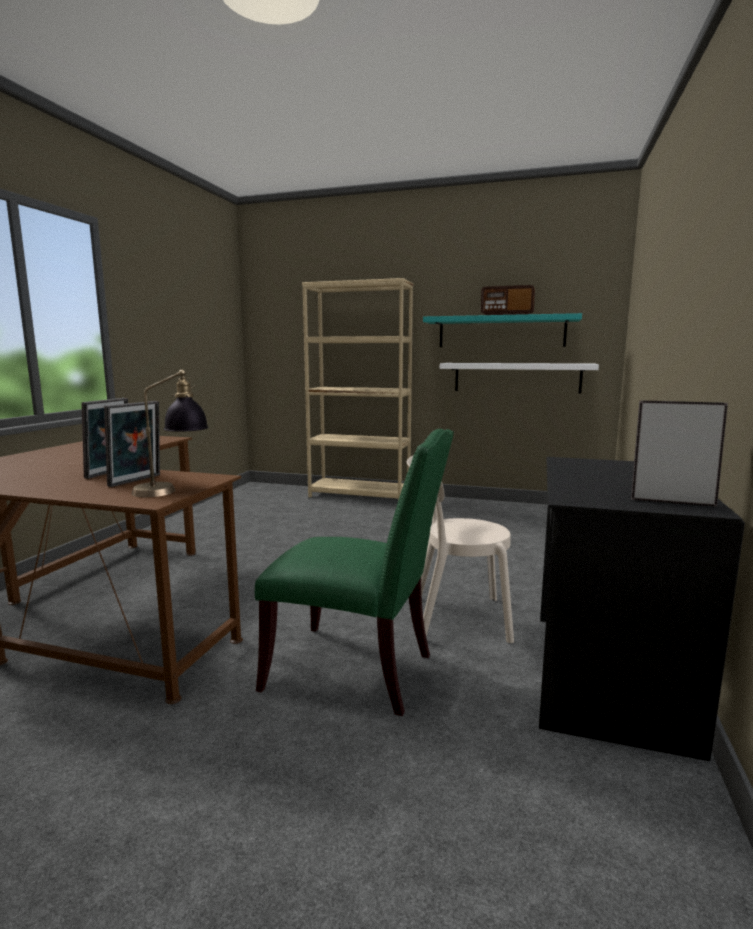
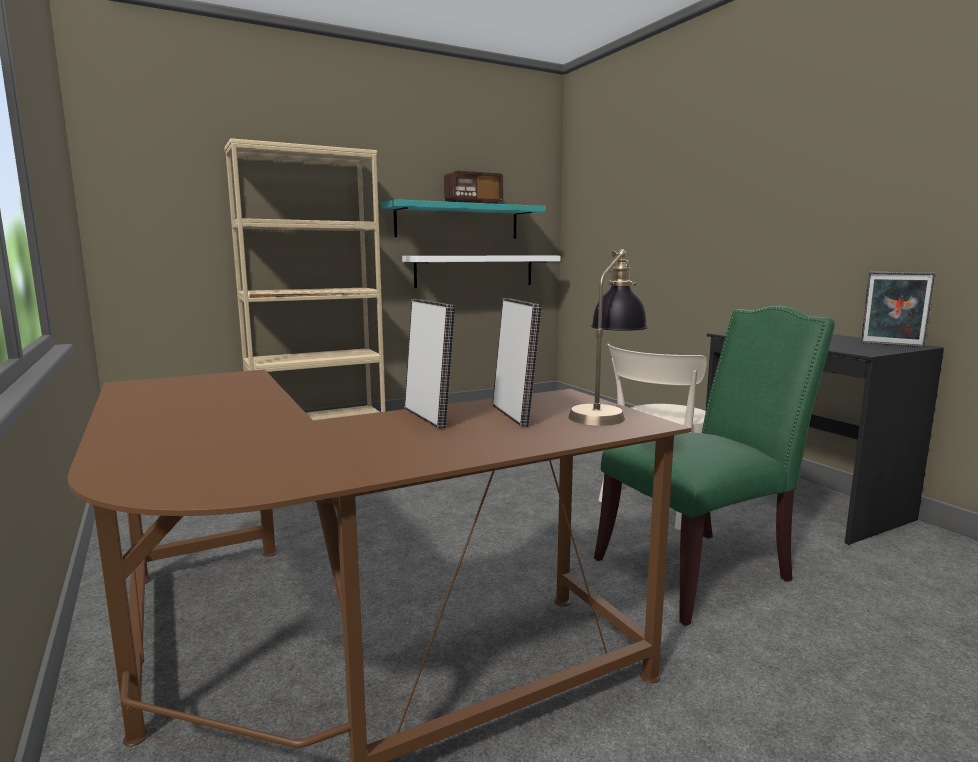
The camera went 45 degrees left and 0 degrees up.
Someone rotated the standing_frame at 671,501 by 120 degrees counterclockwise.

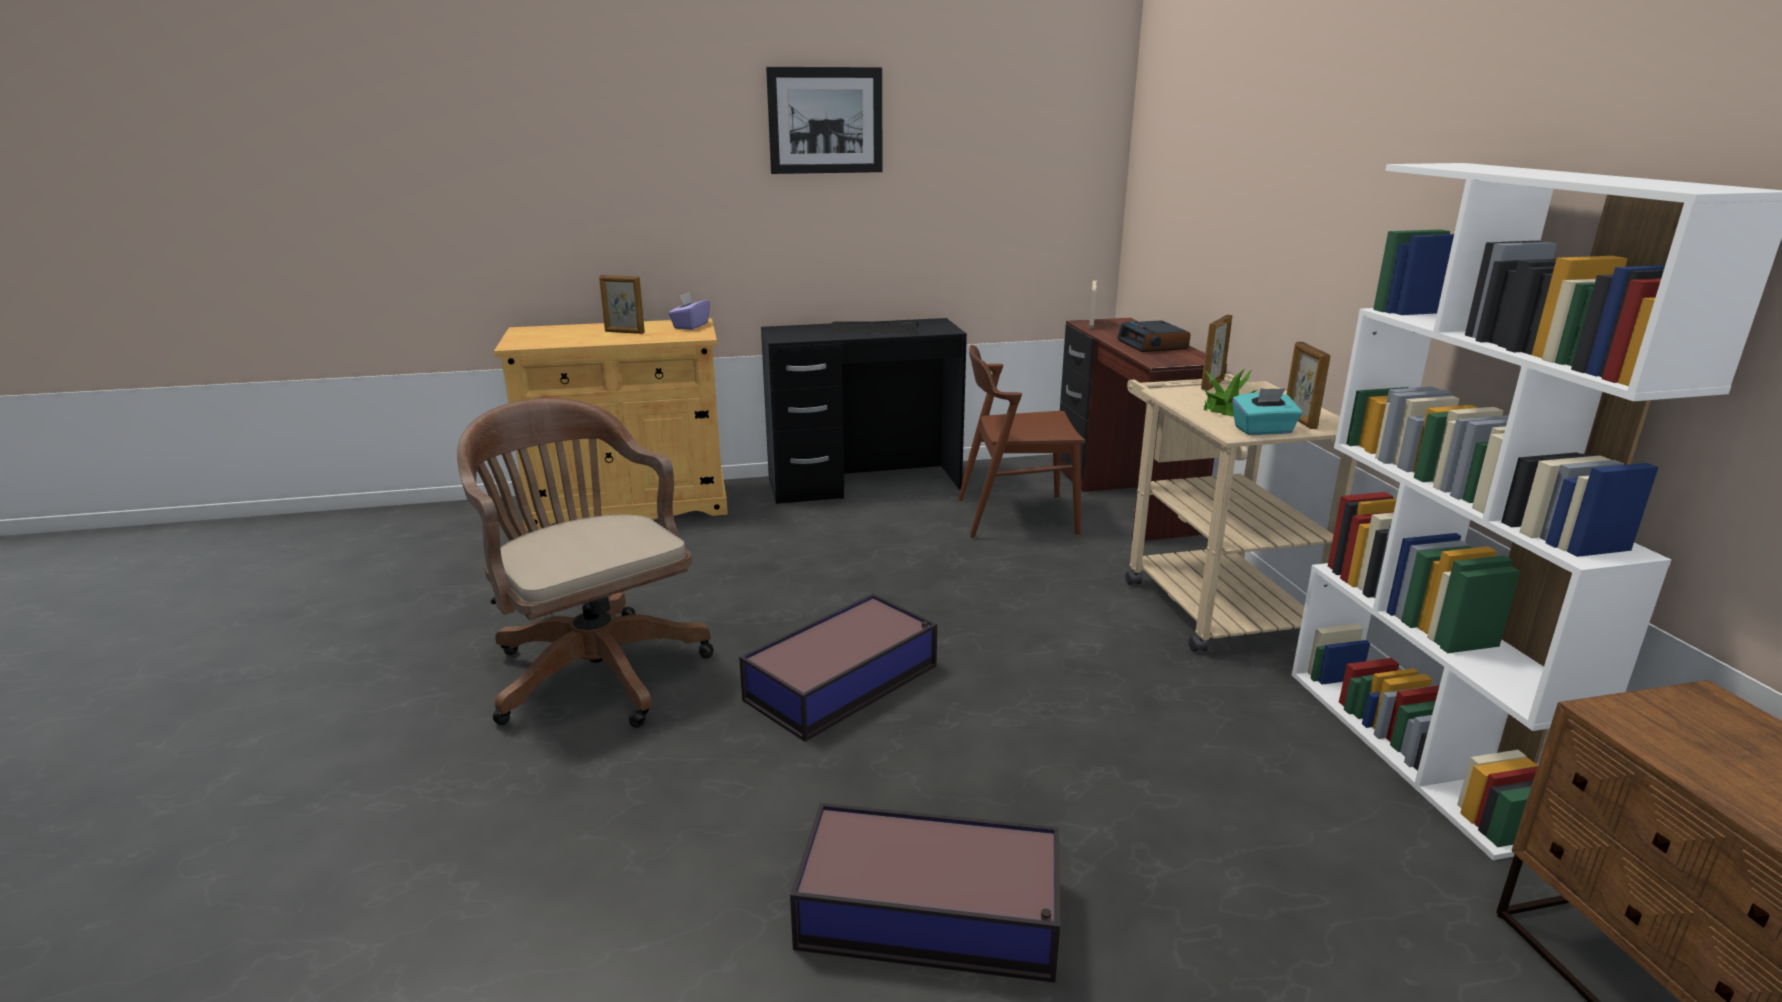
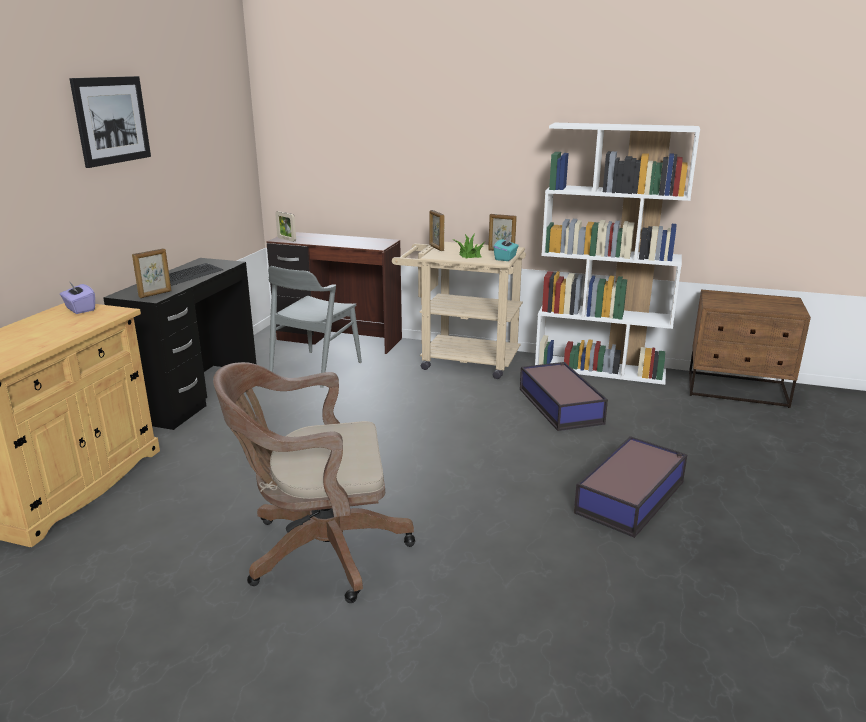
The camera went 60 degrees left and 0 degrees up.
Someone carried the standing_frame from 624,332 to 155,294.
Someone took away the alarm_clock at 1153,344.
Someone repainted the brown_upright_chair at 1015,516, which became the greyish_upright_chair at 315,369.
Someone carried the storage_box from 844,682 to 560,405.

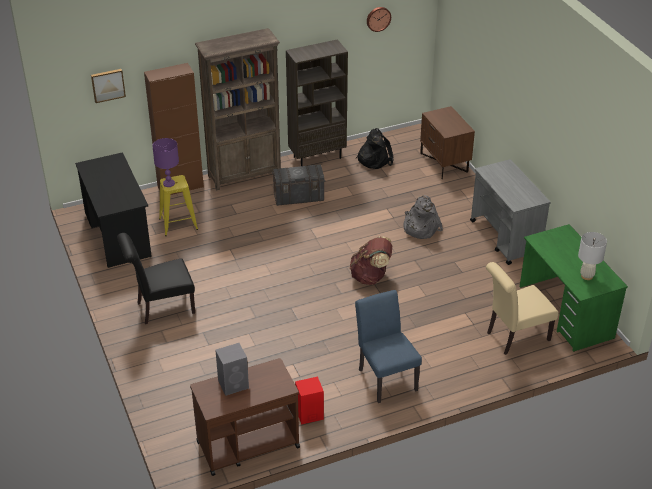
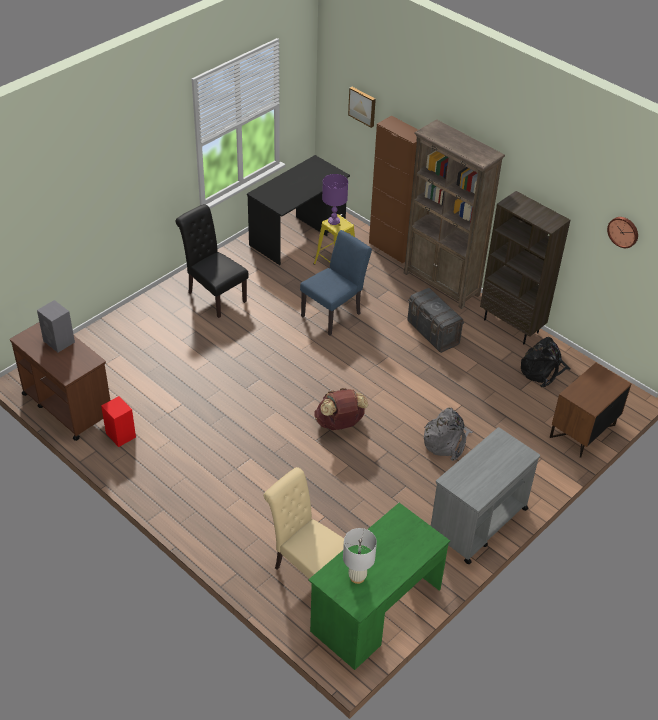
The camera went 65 degrees right and 5 degrees up.
Someone carried the bluish_upright_chair from 385,376 to 334,313.

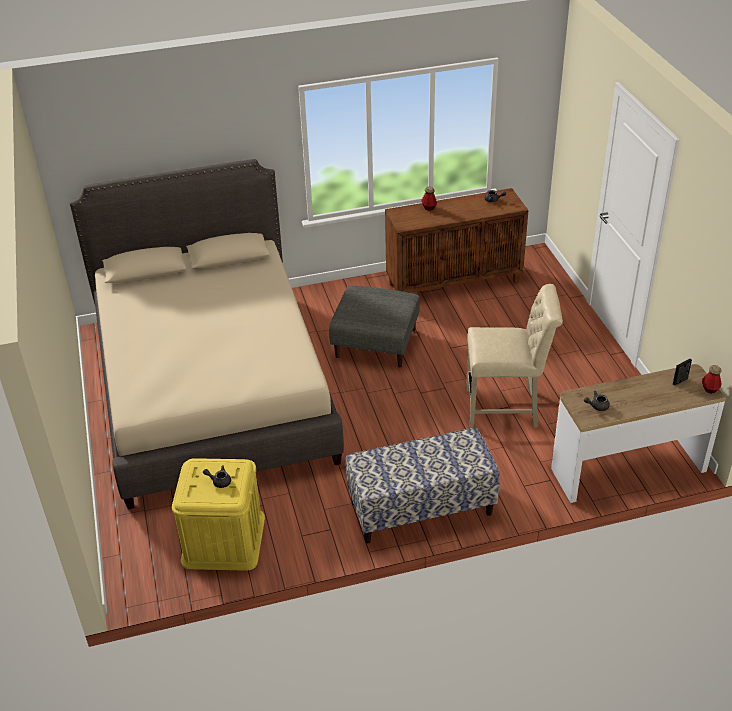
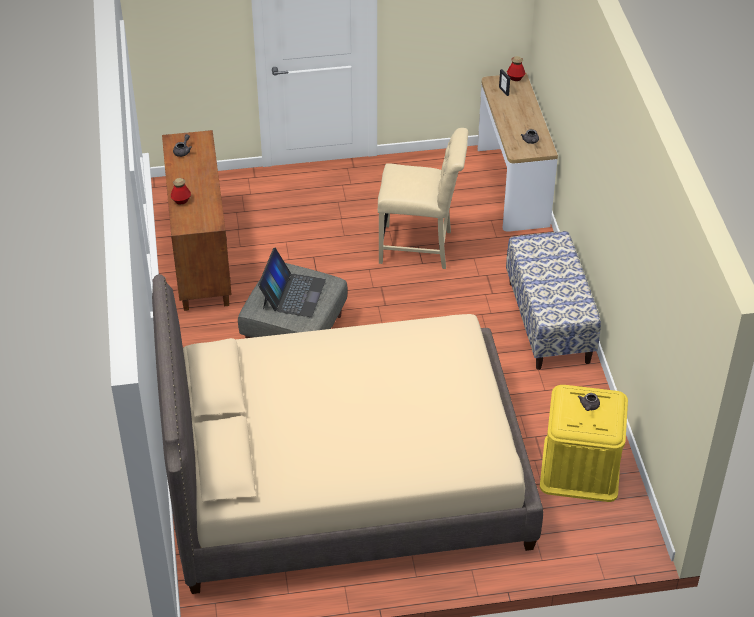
The camera went 85 degrees left and 5 degrees up.
Someone rotated the sand-coloured_upright_chair at 506,408 by 90 degrees clockwise.
Someone put down the notebook_computer at 293,294.

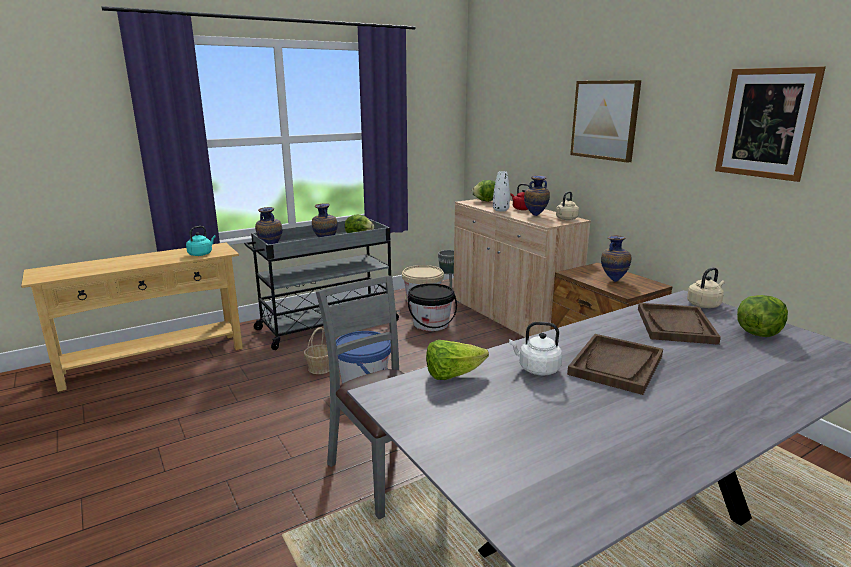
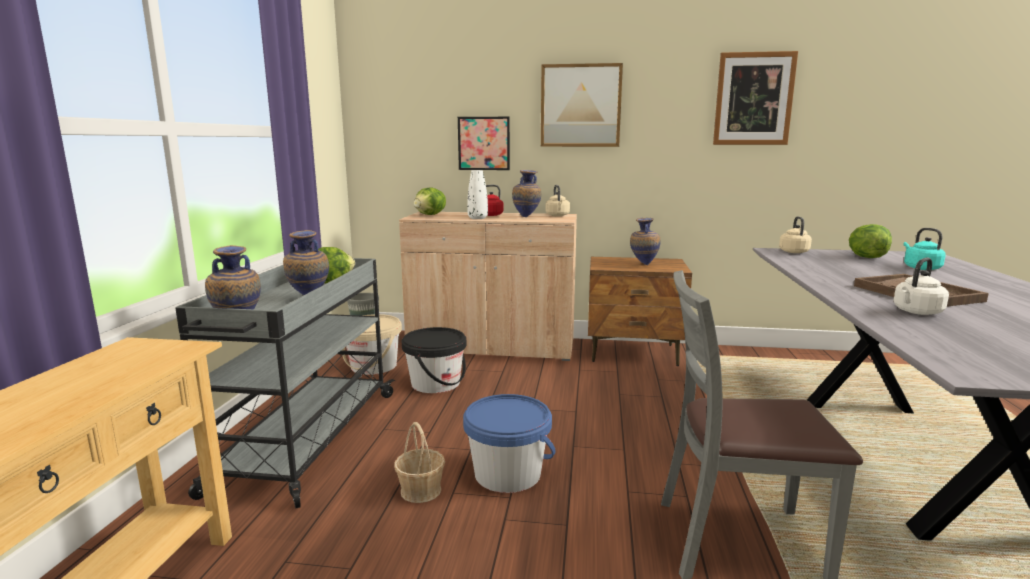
The camera went 50 degrees left and 5 degrees down.
Someone carried the turquoise_kettle from 201,254 to 920,268.
Someone took away the brown_serving_tray at 675,325.
Someone took away the lettuce at 452,375.
Someone put up the picture at 484,143.

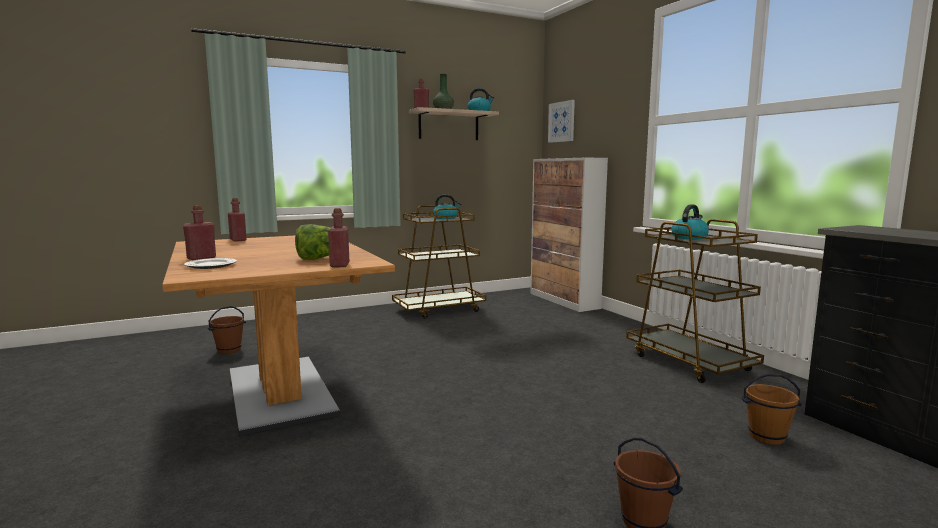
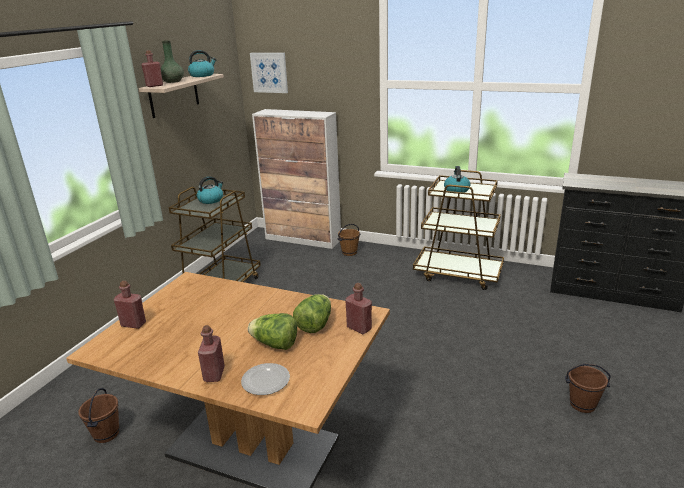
The camera went 40 degrees left and 15 degrees up.
Someone carried the brown_bucket from 766,436 to 349,252.
Someone put down the lettuce at 275,344.

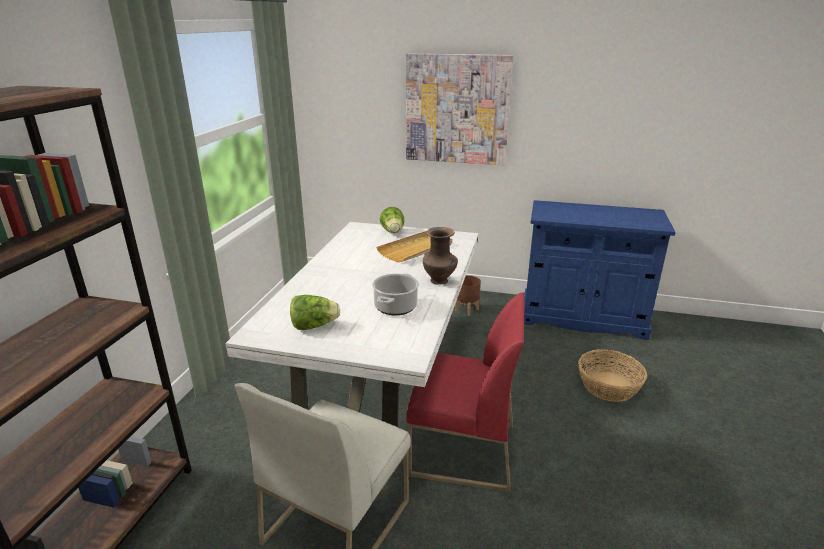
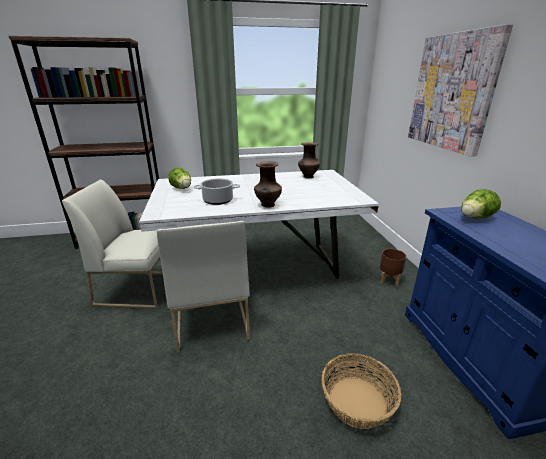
The camera went 65 degrees right and 0 degrees up.
Someone carried the lettuce from 393,232 to 475,218.
Someone took away the sand-coloured_serving_tray at 416,249.
Someone repainted the red_upright_chair at 462,450, which became the whitish_upright_chair at 211,319.
Someone put down the brown_decorative_vase at 308,177.

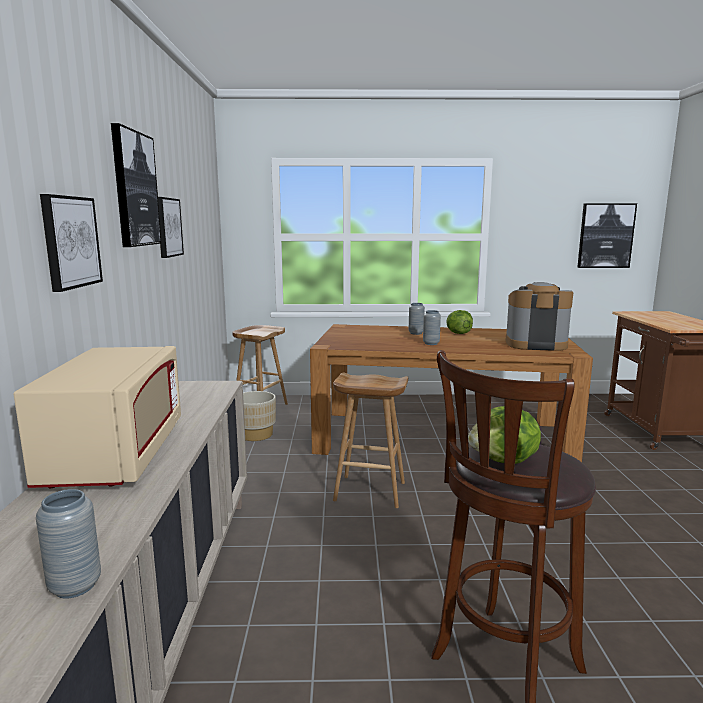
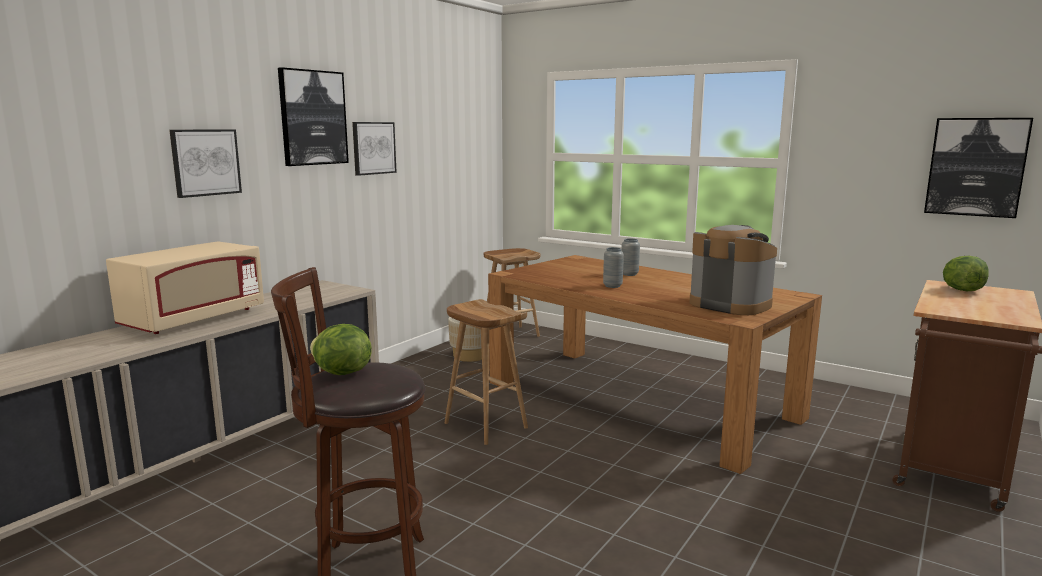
The camera went 35 degrees right and 0 degrees up.
Someone carried the lettuce from 458,333 to 961,290.
Someone took away the greyish_decorative_vase at 75,586.

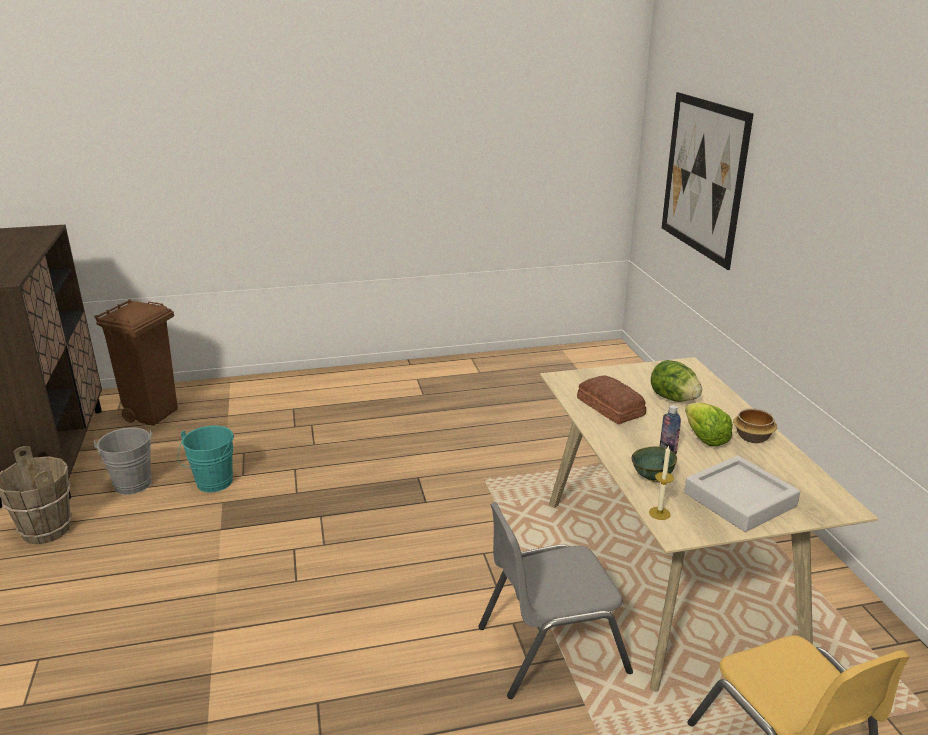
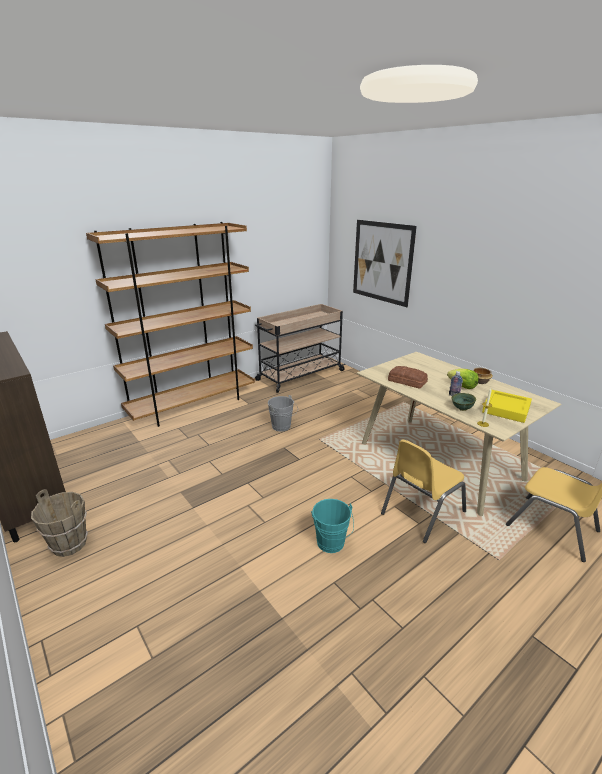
The camera went 25 degrees left and 0 degrees up.
Someone took away the brown_trash_can at 153,414.
Someone took away the lettuce at 673,398.
Someone carried the turquoise_bucket from 212,485 to 331,545.
Someone carried the greyish_bucket from 133,487 to 283,427.
Someone repainted the greyish_serving_tray at 739,499, which became the yellow-coloured_serving_tray at 506,409.
Someone repainted the greyish_upright_chair at 551,648, which became the yellow-coloured_upright_chair at 421,512.
Someone put down the brown_bookshelf at 193,405.
Someone put down the sand-coloured_cart at 299,375.

